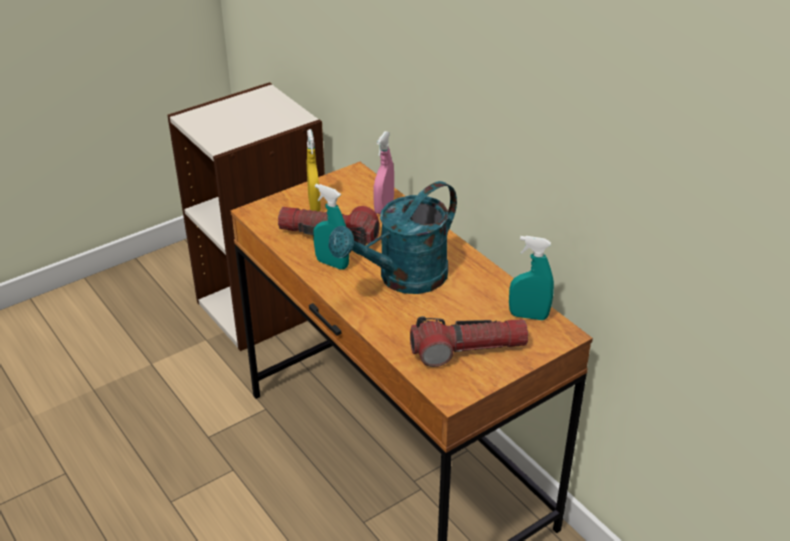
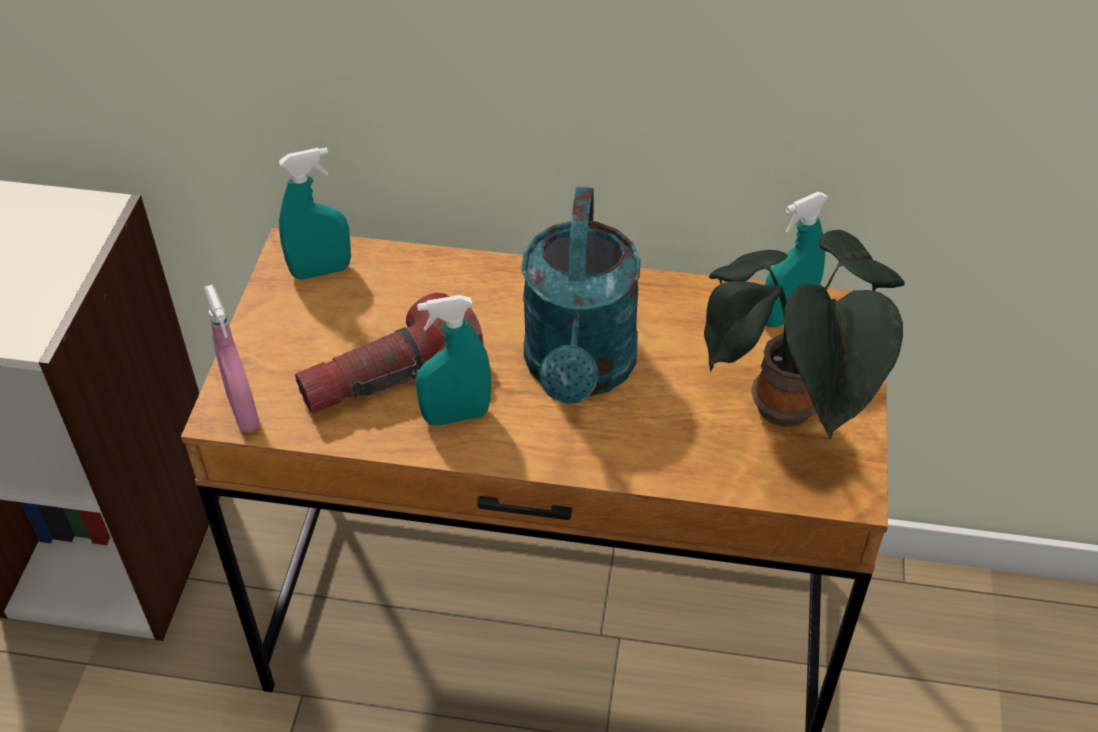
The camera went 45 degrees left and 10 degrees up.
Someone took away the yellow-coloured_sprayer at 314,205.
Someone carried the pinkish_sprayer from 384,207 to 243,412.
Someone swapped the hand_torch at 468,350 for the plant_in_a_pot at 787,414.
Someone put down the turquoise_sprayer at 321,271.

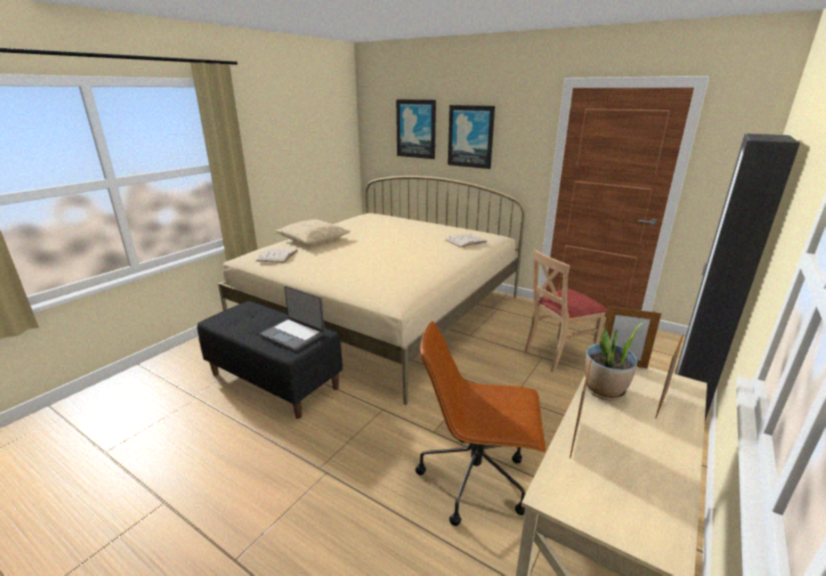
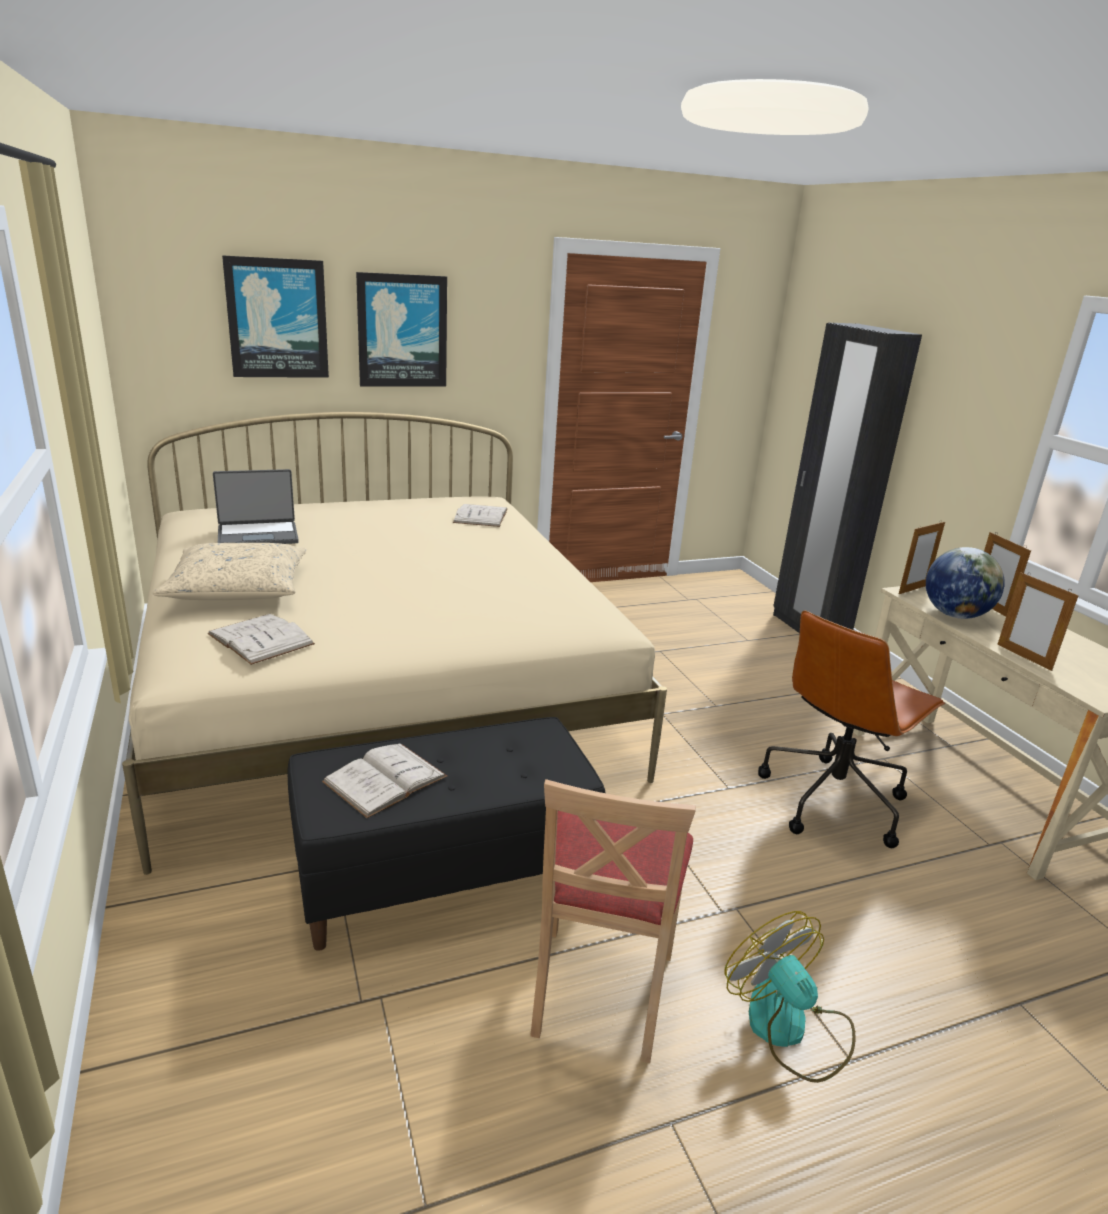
The camera went 55 degrees left and 0 degrees up.
Someone carried the sand-coloured_upright_chair from 558,355 to 599,989.
Someone carried the notebook_computer from 293,334 to 258,535.
Someone swapped the plant_in_a_pot at 604,391 for the world_globe at 955,615.
Someone put down the whitish_book at 385,779.
Someone put down the electric_fan at 789,1028.

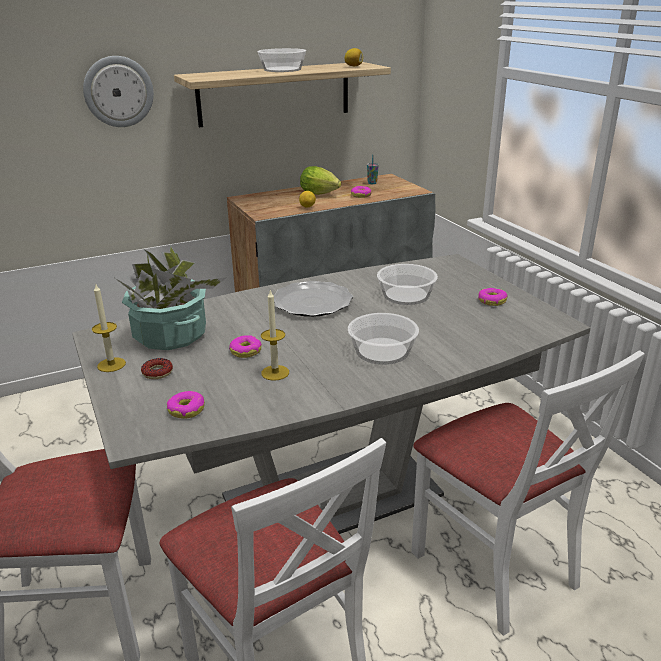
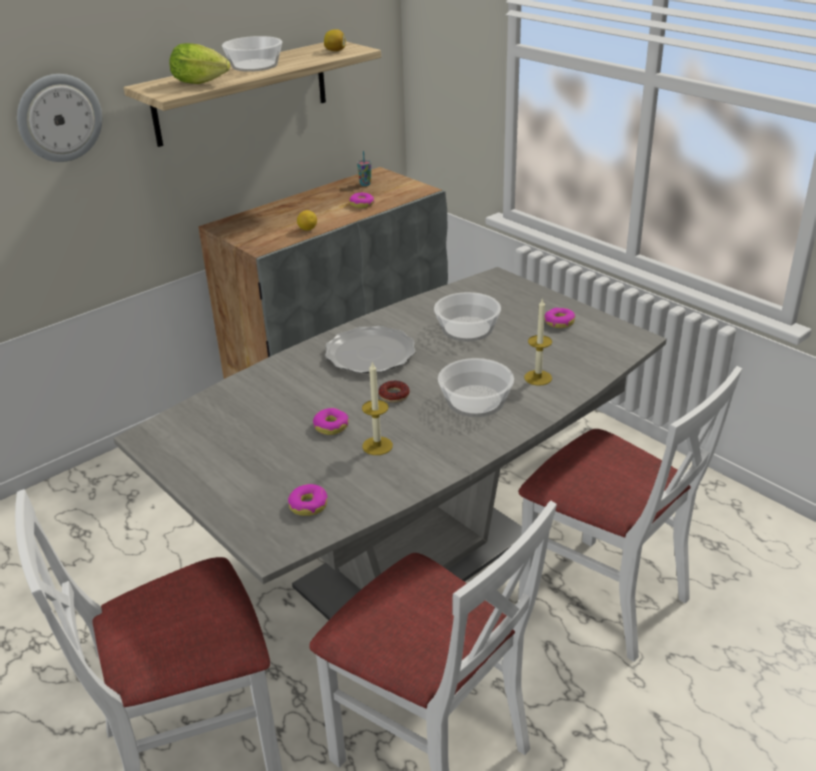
The camera went 15 degrees left and 5 degrees up.
Someone carried the lettuce from 321,194 to 203,83.
Someone took away the plant_in_a_pot at 170,335.
Someone carried the wax_light from 111,365 to 538,378.
Someone carried the donut from 157,372 to 394,395.

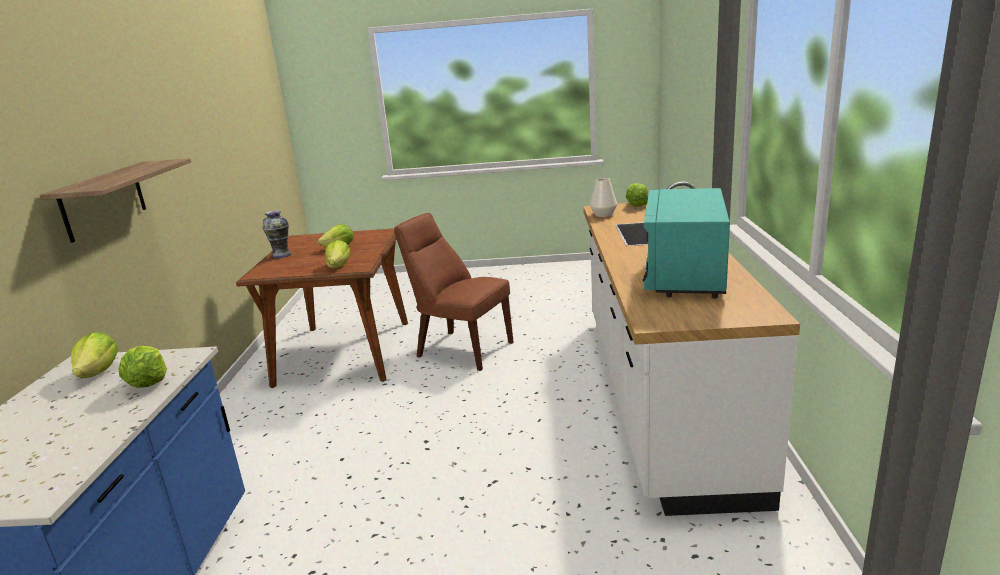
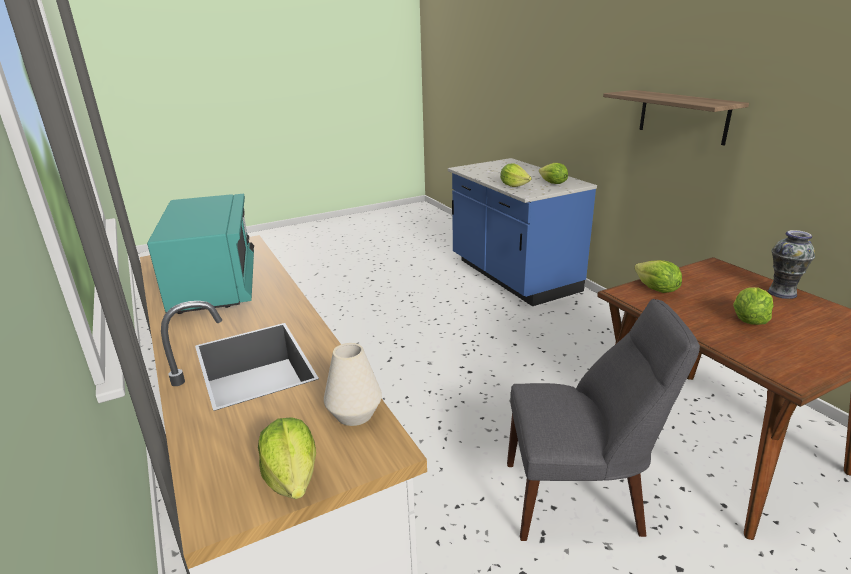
The camera went 150 degrees right and 5 degrees up.
Someone repainted the brown_upright_chair at 461,349, which became the greyish_upright_chair at 579,498.

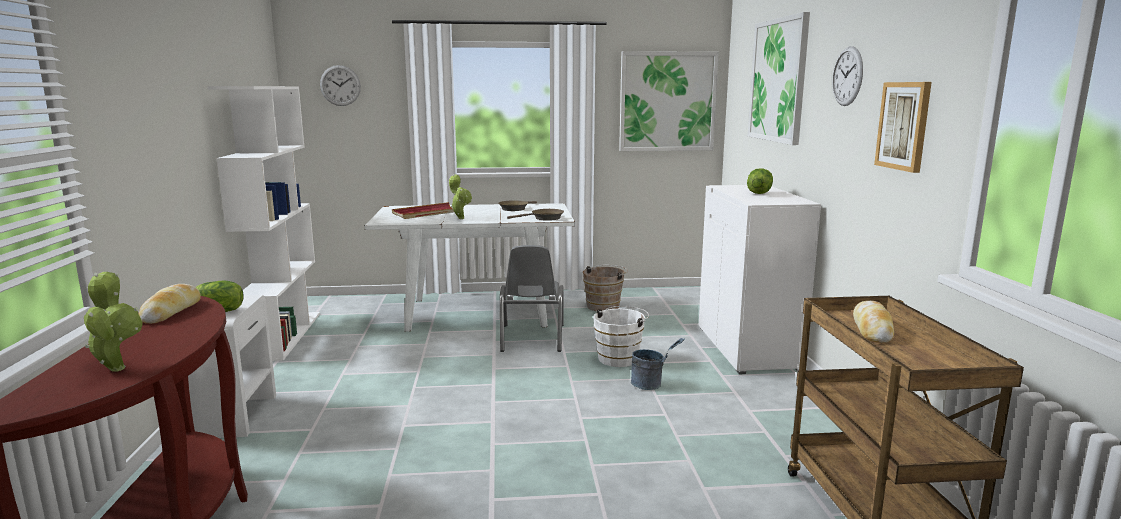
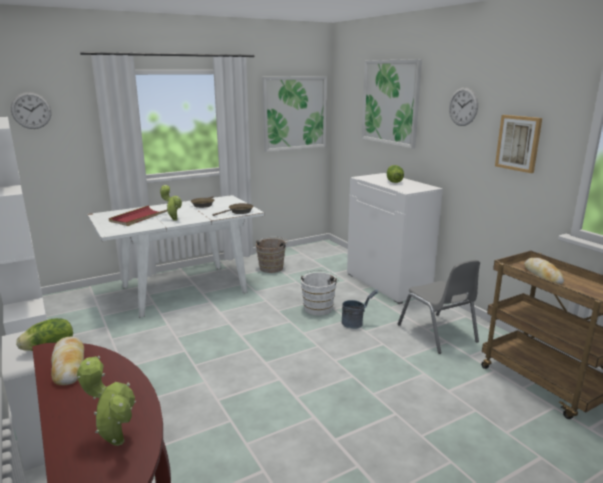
The camera went 25 degrees left and 5 degrees up.
Someone carried the greyish_upright_chair from 531,338 to 437,333.

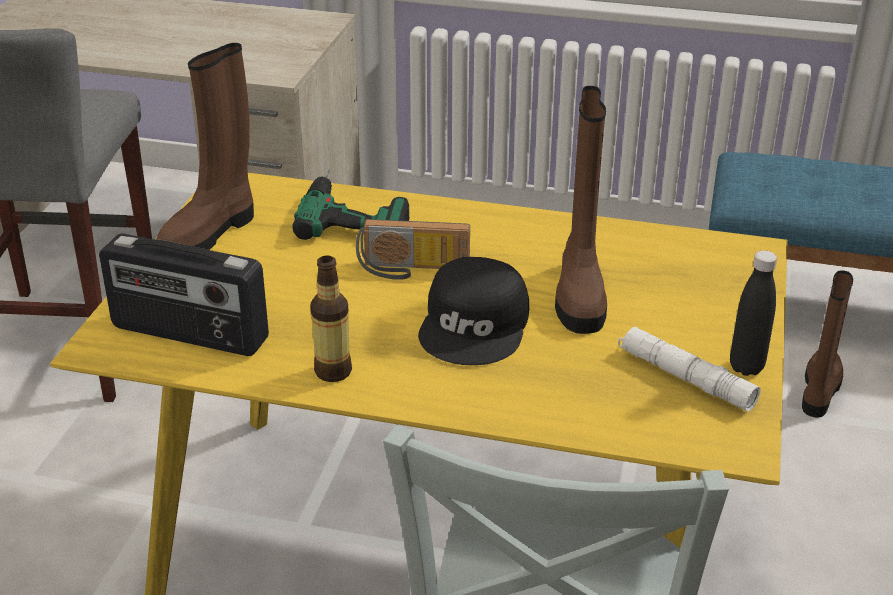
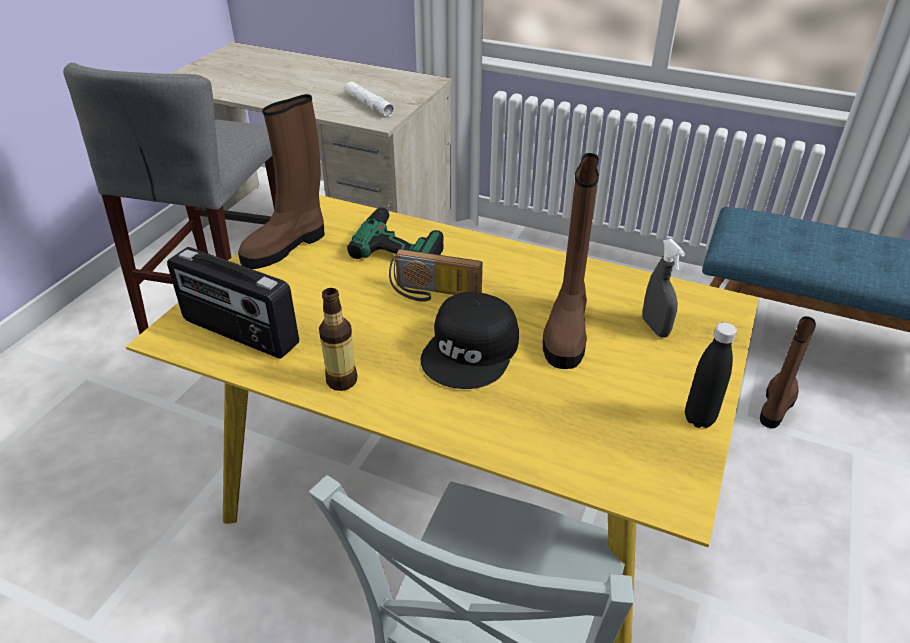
The camera went 10 degrees right and 5 degrees up.
Someone carried the whitish_hand_torch from 685,378 to 368,105.
Someone put down the greyish_sprayer at 655,327.

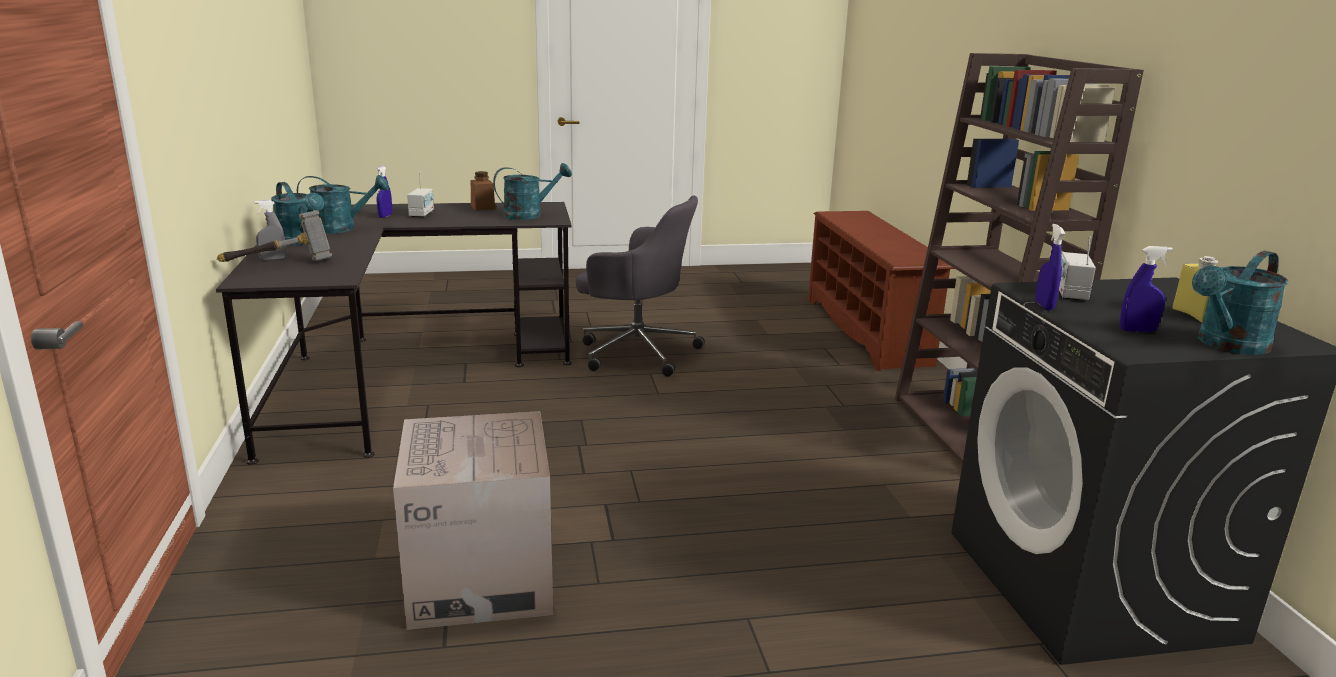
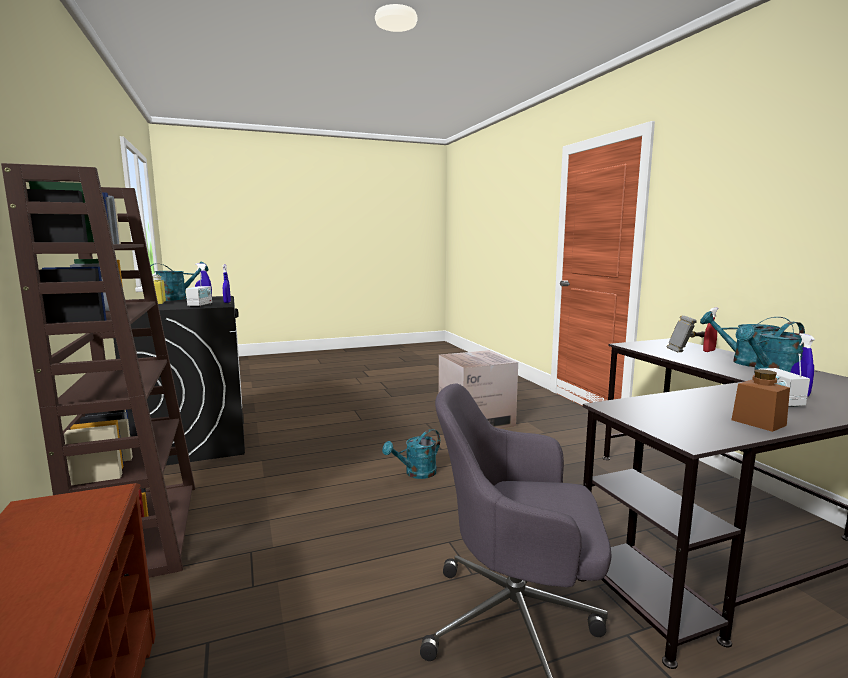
The camera went 170 degrees right and 10 degrees down.
Someone carried the turquoise_sprinkling_can from 529,214 to 416,473.
Someone repainted the greyish_sprayer at 273,259, which became the red_sprayer at 709,351.

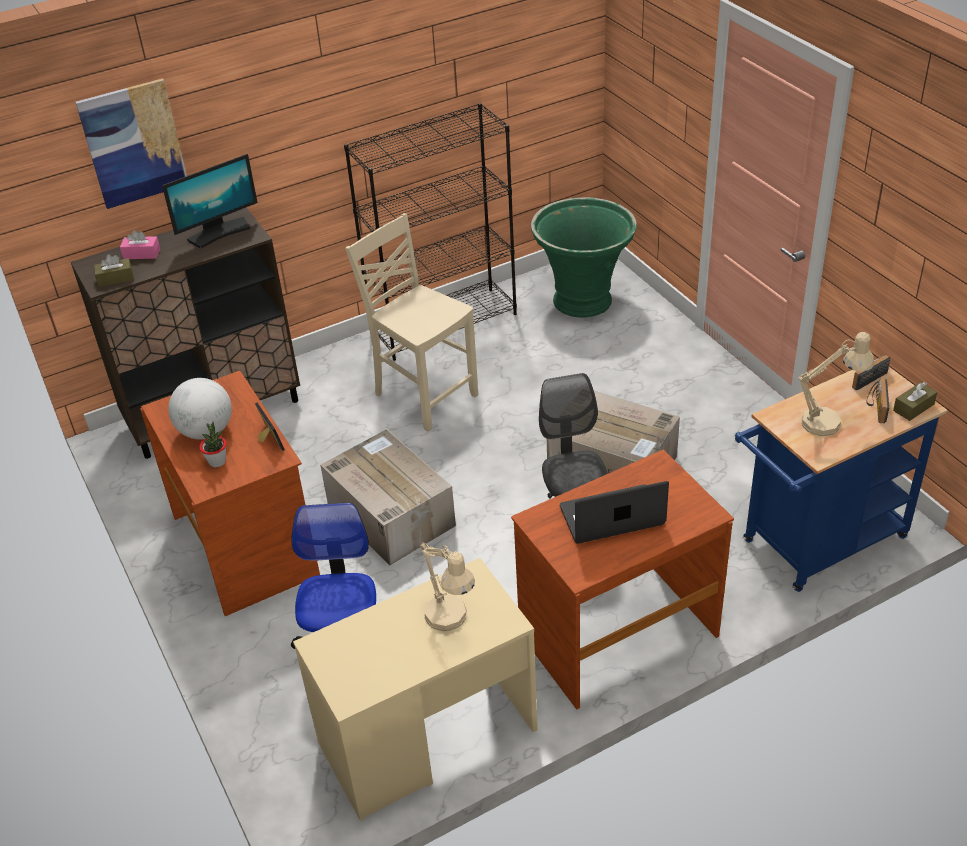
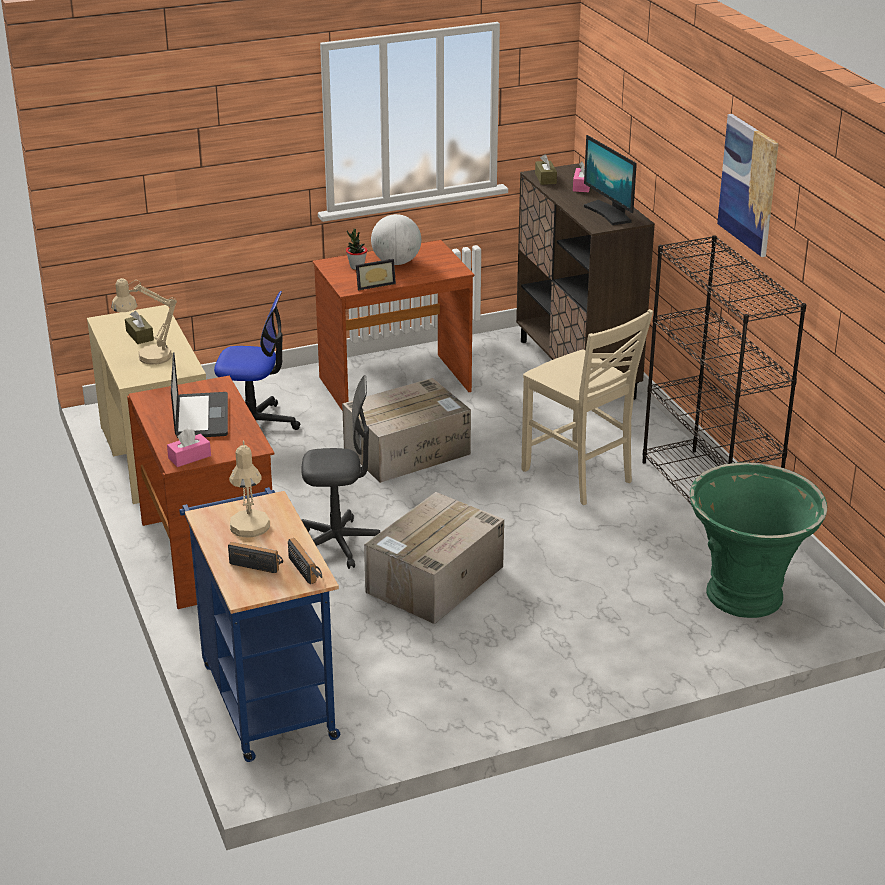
The camera went 95 degrees right and 10 degrees down.
Someone carried the picture from 133,143 to 748,184.
Someone rotated the sand-coloured_upright_chair at 424,395 by 90 degrees clockwise.
Someone carried the brown_box_of_tissues from 913,407 to 139,335.
Someone put down the pinkish_box_of_tissues at 189,457.

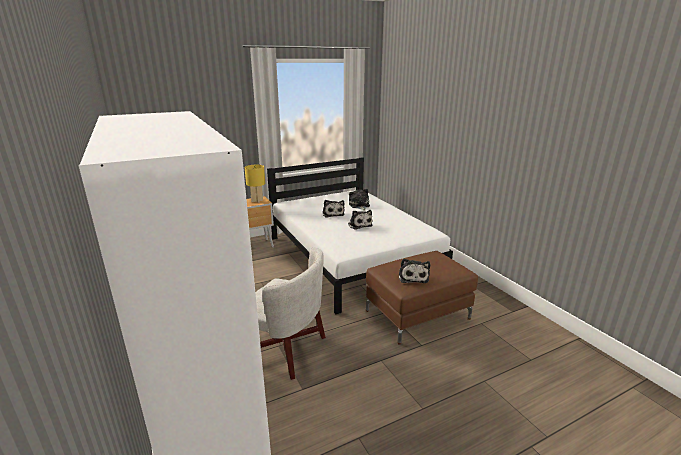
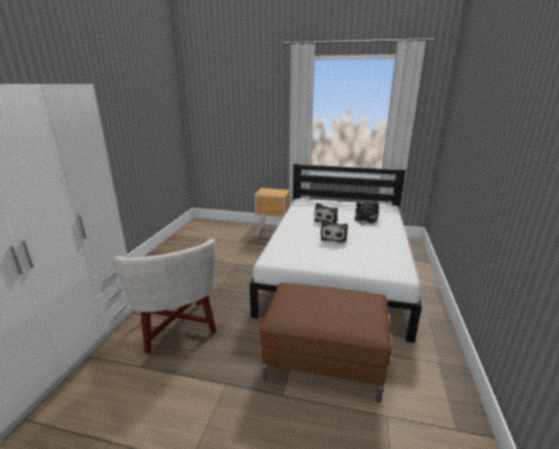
The camera went 40 degrees right and 0 degrees up.
Someone took away the yellow-coloured_lamp_for_a_table at 257,201.
Someone took away the plush_toy at 413,277.

